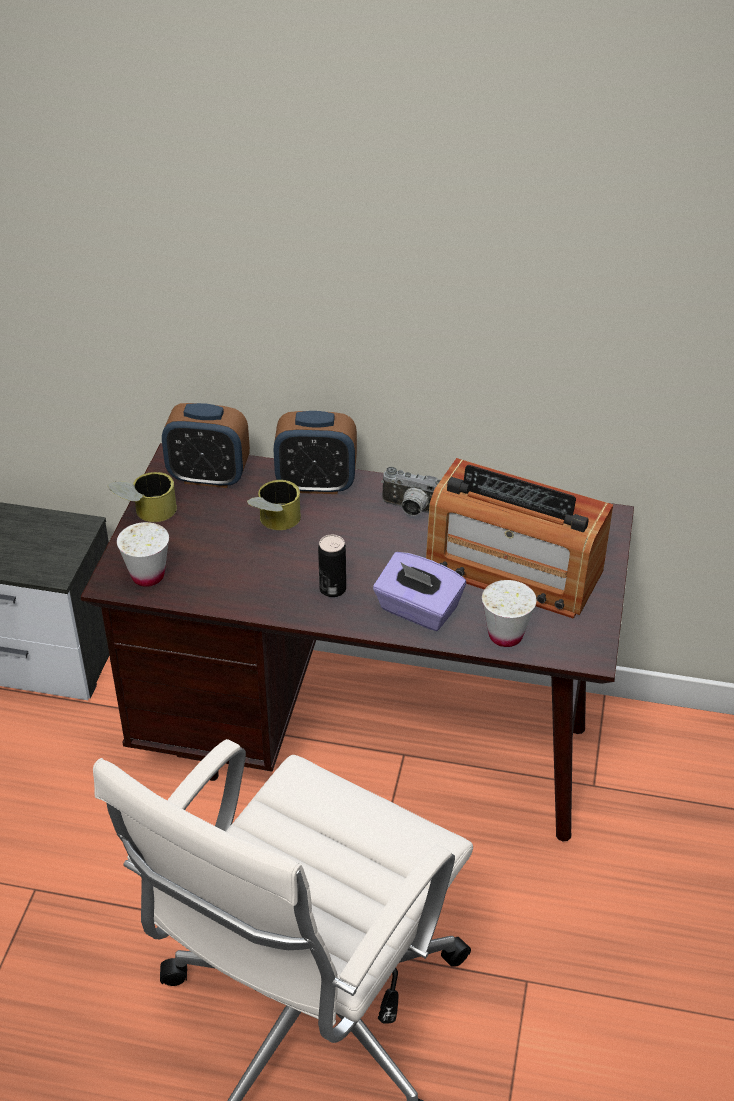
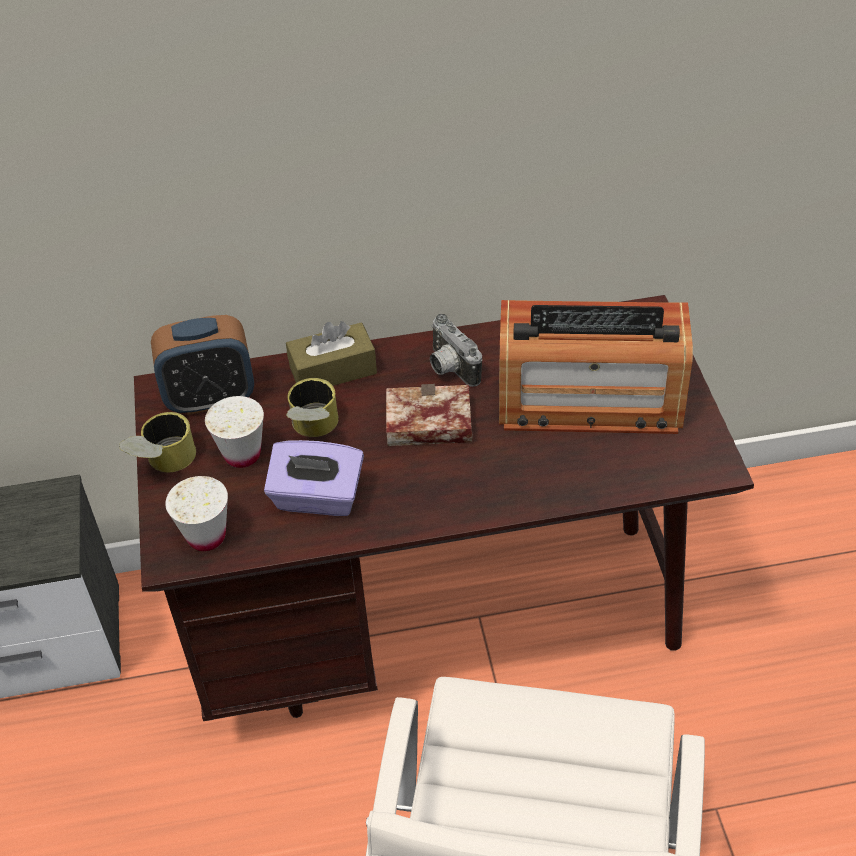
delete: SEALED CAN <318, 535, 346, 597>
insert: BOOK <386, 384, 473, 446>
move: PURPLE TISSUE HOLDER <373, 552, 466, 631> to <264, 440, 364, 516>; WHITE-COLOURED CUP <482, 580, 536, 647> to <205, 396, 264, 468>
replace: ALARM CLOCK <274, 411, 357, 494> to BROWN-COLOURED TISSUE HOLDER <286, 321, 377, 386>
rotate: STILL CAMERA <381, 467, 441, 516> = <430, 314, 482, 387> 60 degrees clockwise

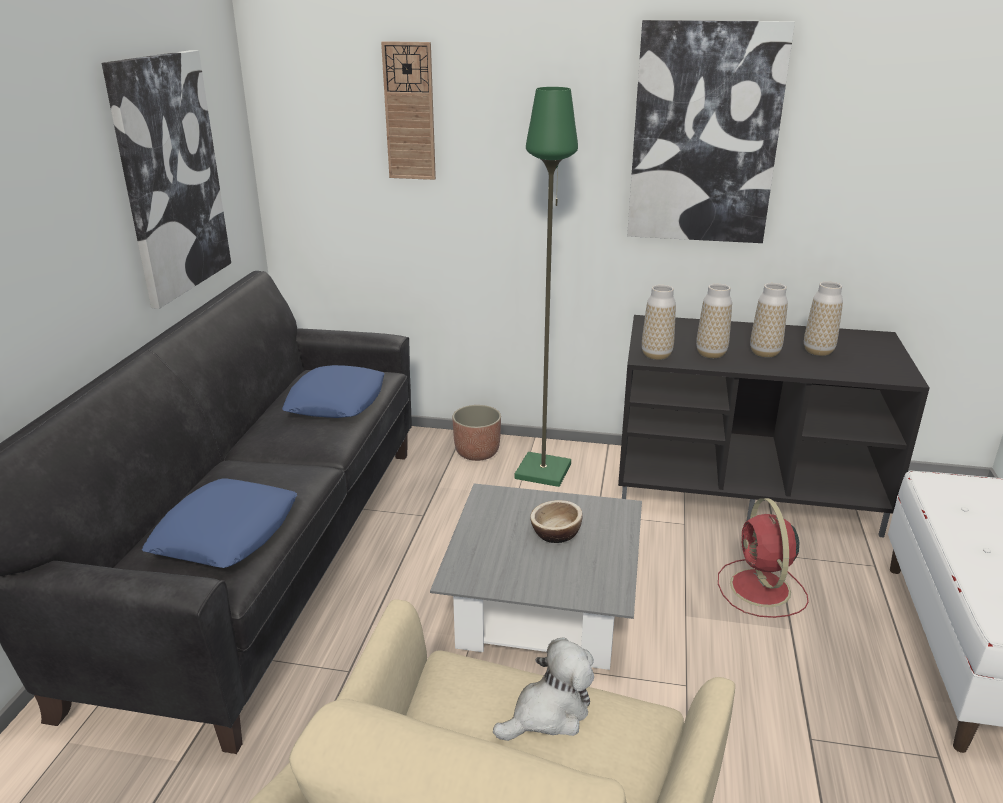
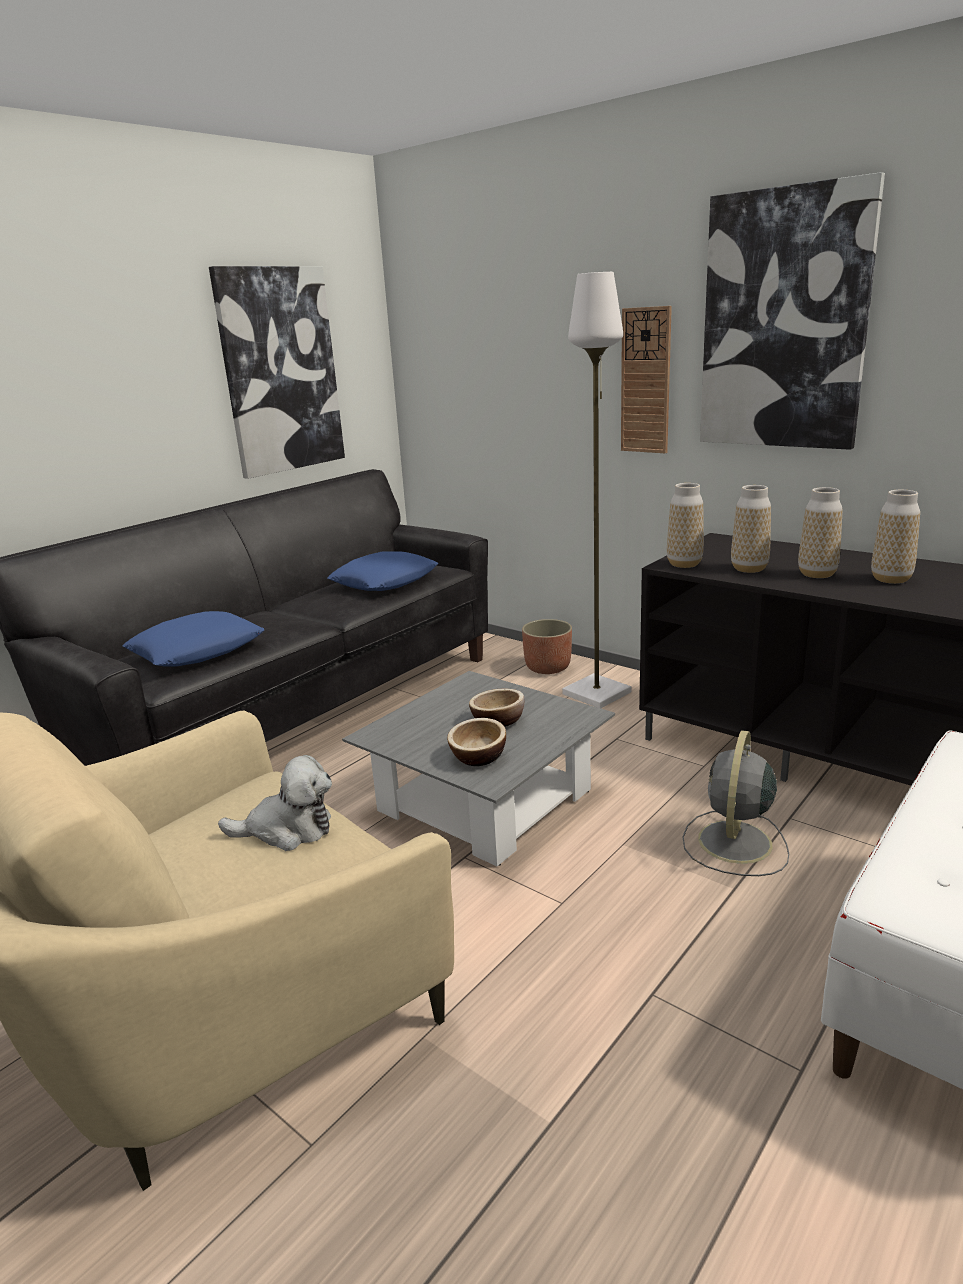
insert: DEEP DISH <447, 718, 506, 766>
move: HANGING CLOCK <381, 41, 436, 180> to <621, 306, 672, 453>
recolor: GREEN-COLOURED FLOOR LAMP <515, 87, 578, 487> to WHITE-COLOURED FLOOR LAMP <562, 272, 632, 708>; RED COOLING FAN <718, 498, 809, 618> to GREYISH COOLING FAN <683, 730, 789, 876>

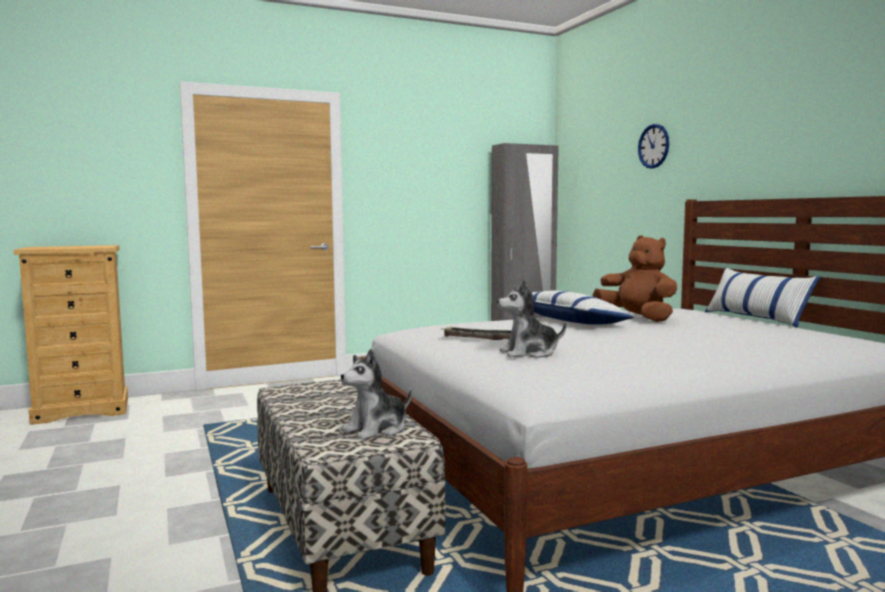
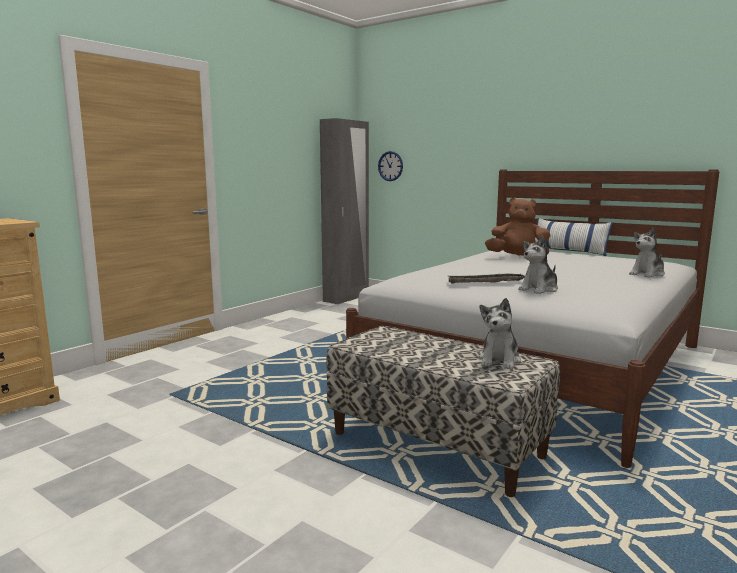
delete: THROW PILLOW <532, 291, 634, 325>
insert: PLUSH TOY <629, 228, 665, 278>
move: HANGING CLOCK <638, 124, 669, 169> to <378, 151, 403, 181>

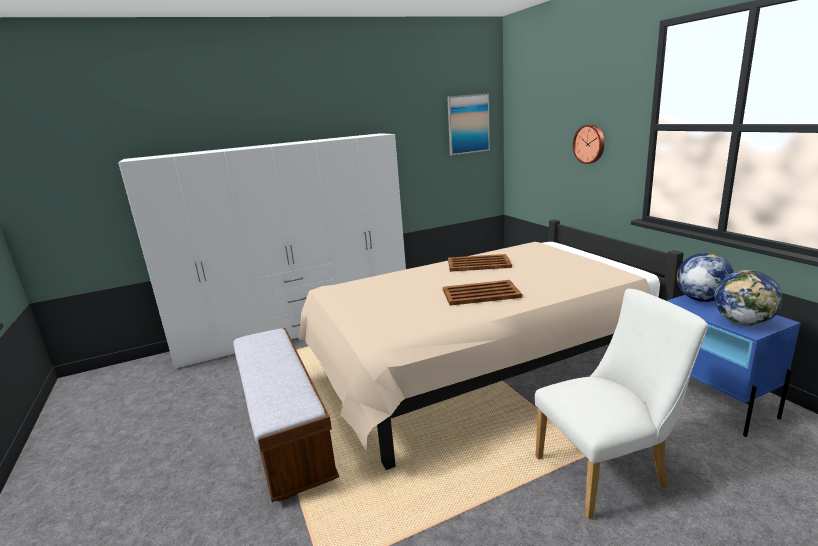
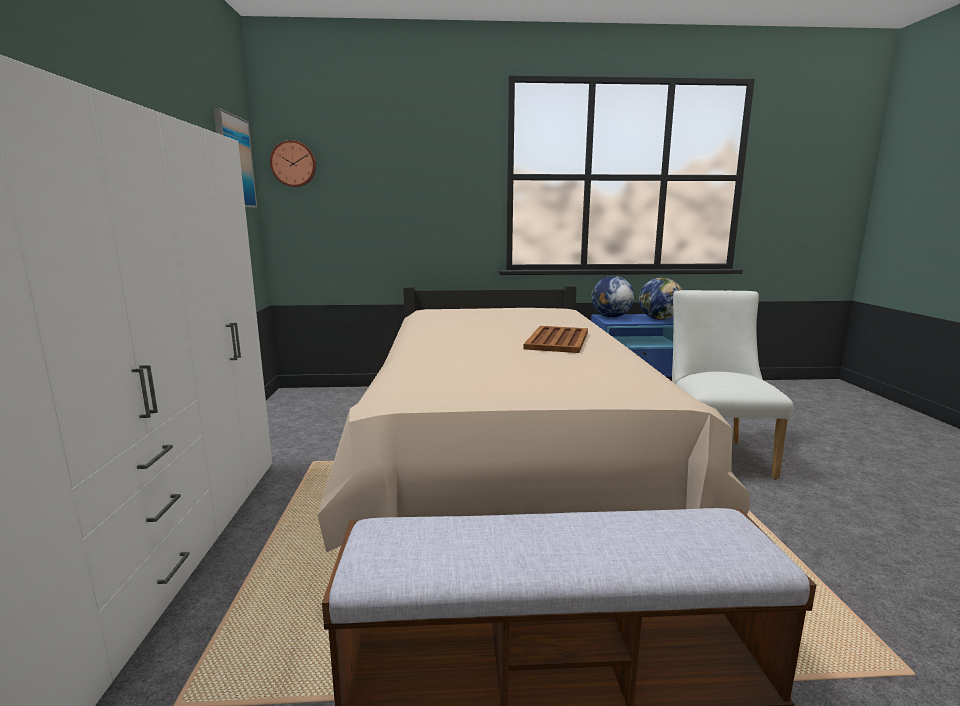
delete: BROWN-COLOURED CARRYING TRAY <448, 254, 512, 272>
move: HANGING CLOCK <573, 124, 605, 164> to <270, 140, 316, 187>

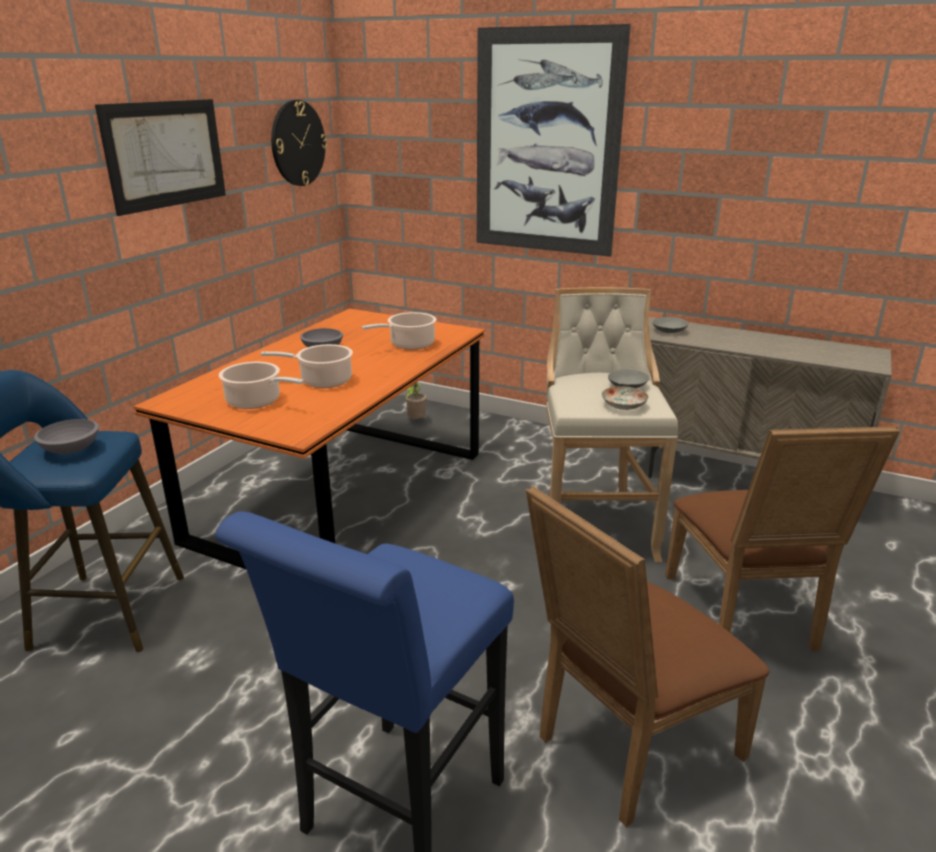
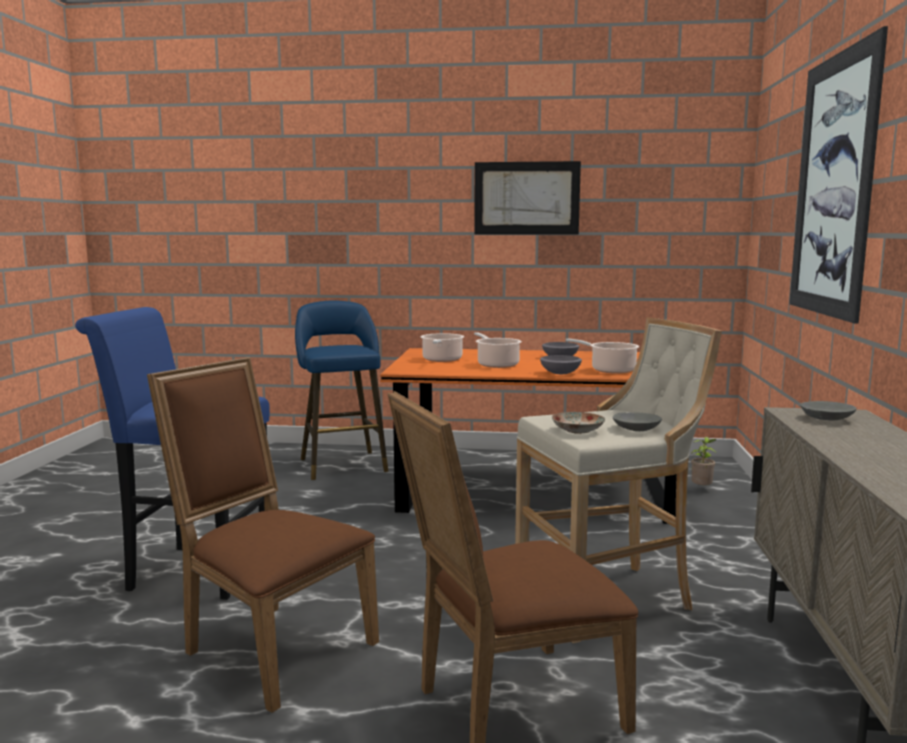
delete: HANGING CLOCK <271, 100, 327, 186>
move: GREYISH DEEP DISH <34, 419, 99, 454> to <540, 355, 582, 374>

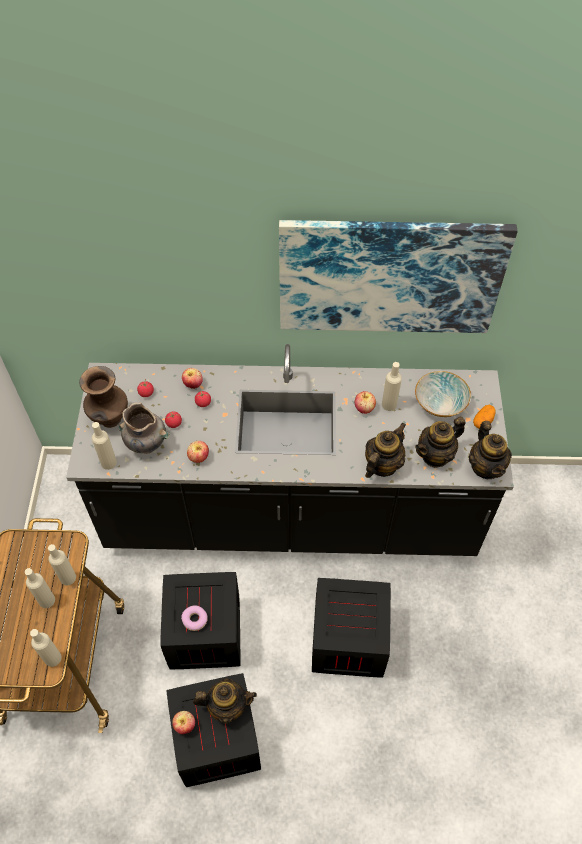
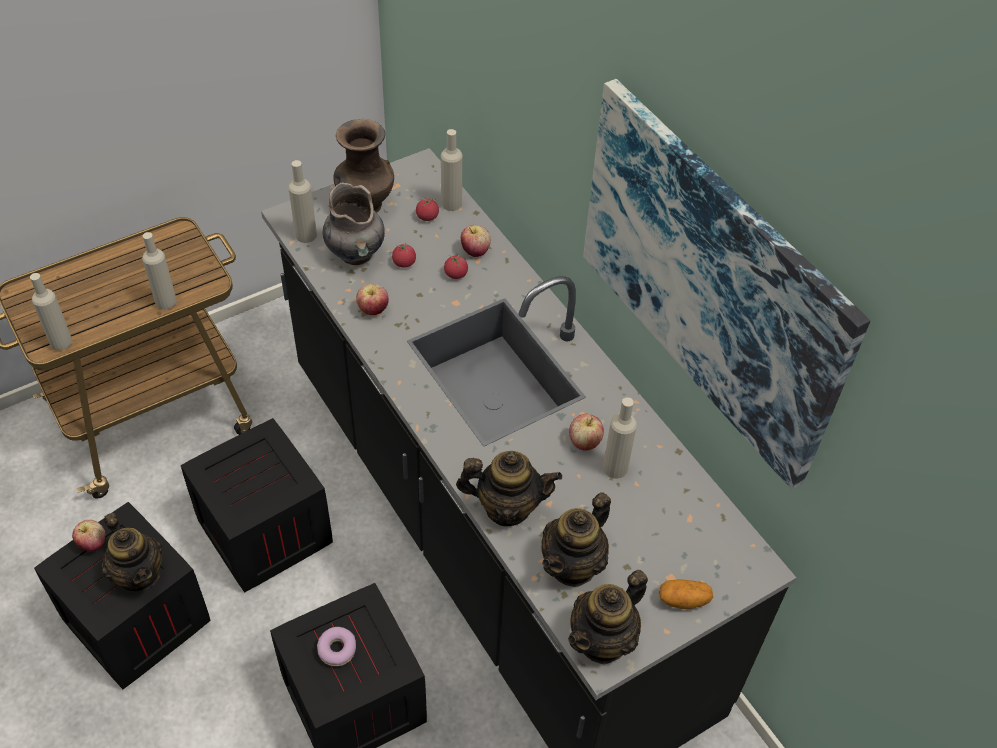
delete: DEEP DISH <415, 371, 471, 417>
move: BEIGE-COLOURED BOTTLE <25, 568, 55, 608> to <441, 129, 462, 211>; DOUGHNUT <181, 605, 208, 631> to <317, 627, 356, 666>
rotate: TEA POT <415, 417, 466, 468> = <541, 493, 611, 587> 75 degrees counterclockwise

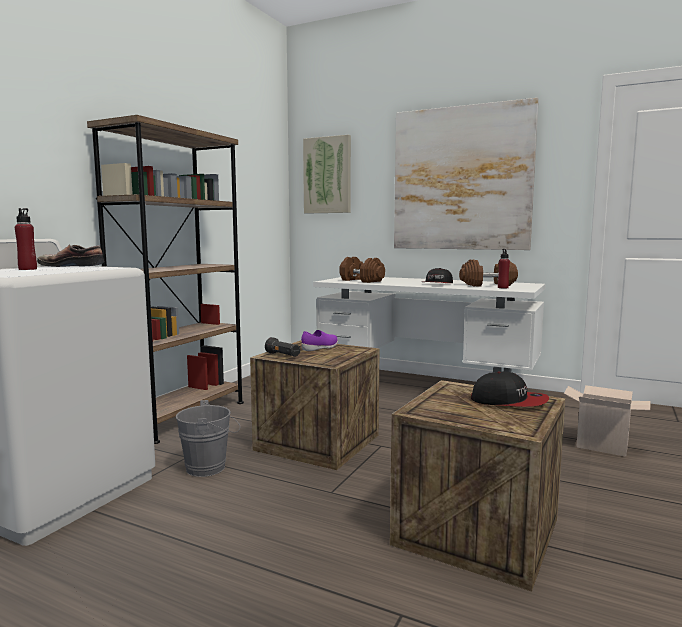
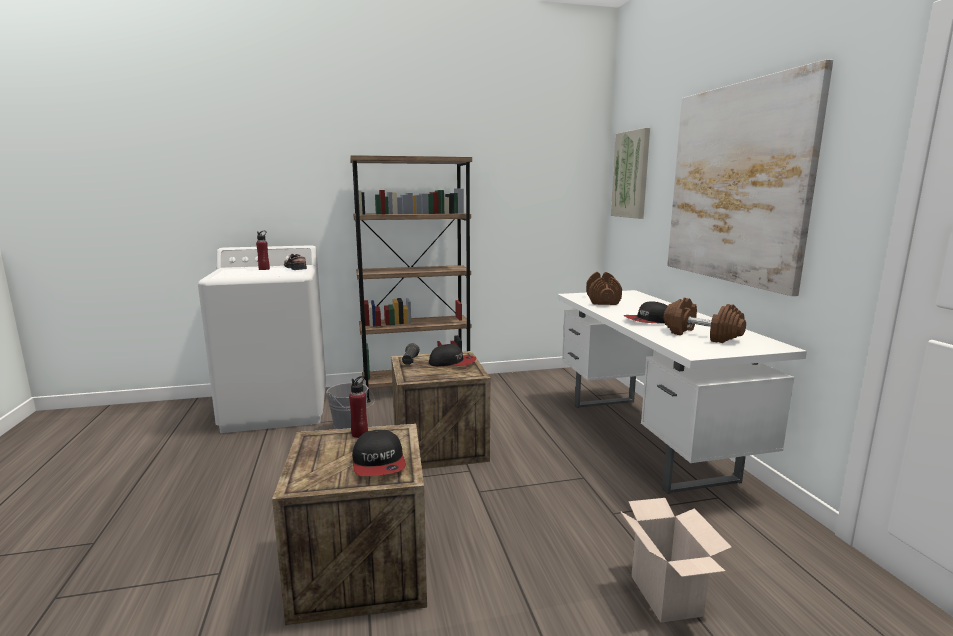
move: RED BOTTLE <498, 249, 510, 288> to <349, 376, 368, 438>
replace: PURPLE LOW SHOE <301, 330, 338, 351> to BASEBALL CAP <429, 344, 476, 366>

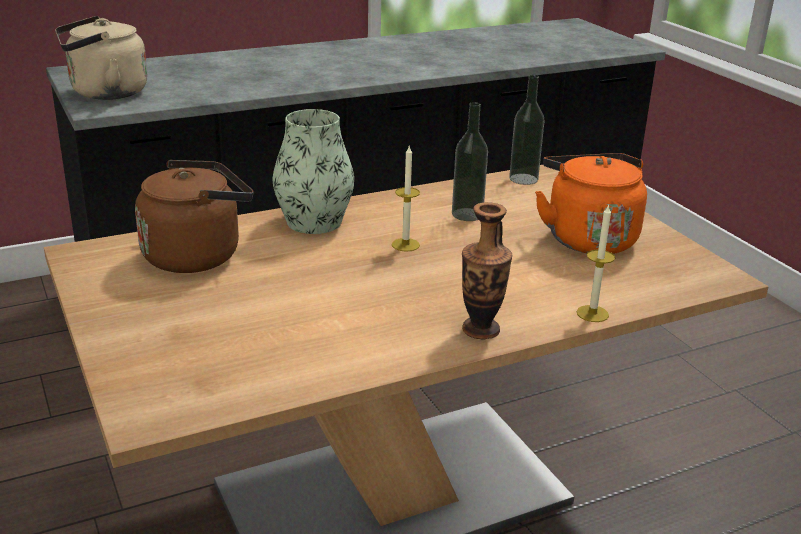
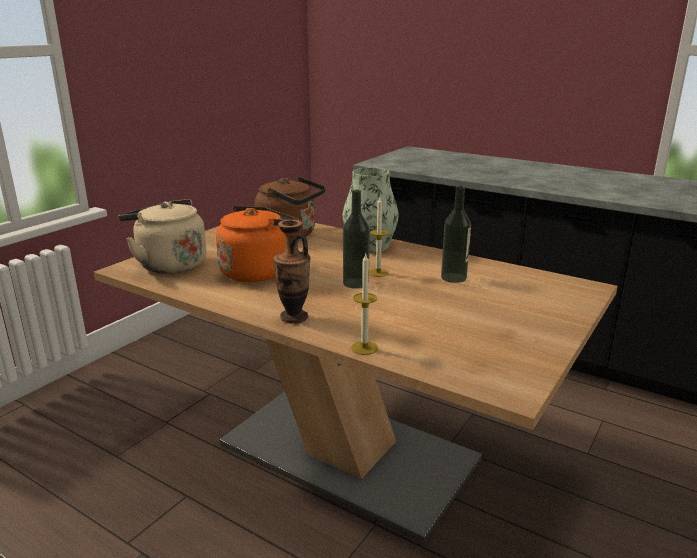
move: BEIGE-COLOURED KETTLE <55, 16, 148, 100> to <118, 199, 207, 274>; BOTTLE <509, 75, 544, 185> to <343, 190, 370, 289>; ORANGE-COLOURED KETTLE <535, 153, 647, 254> to <216, 206, 301, 282>

